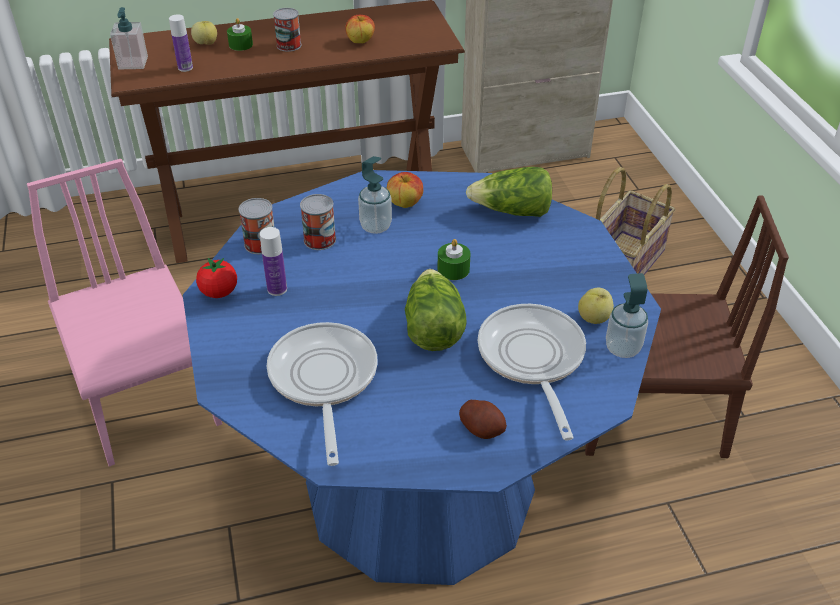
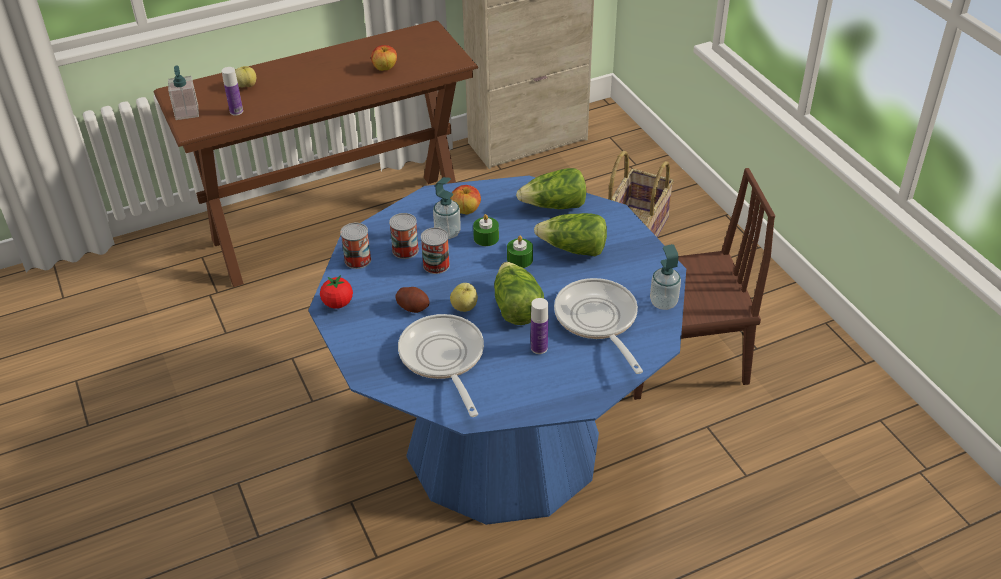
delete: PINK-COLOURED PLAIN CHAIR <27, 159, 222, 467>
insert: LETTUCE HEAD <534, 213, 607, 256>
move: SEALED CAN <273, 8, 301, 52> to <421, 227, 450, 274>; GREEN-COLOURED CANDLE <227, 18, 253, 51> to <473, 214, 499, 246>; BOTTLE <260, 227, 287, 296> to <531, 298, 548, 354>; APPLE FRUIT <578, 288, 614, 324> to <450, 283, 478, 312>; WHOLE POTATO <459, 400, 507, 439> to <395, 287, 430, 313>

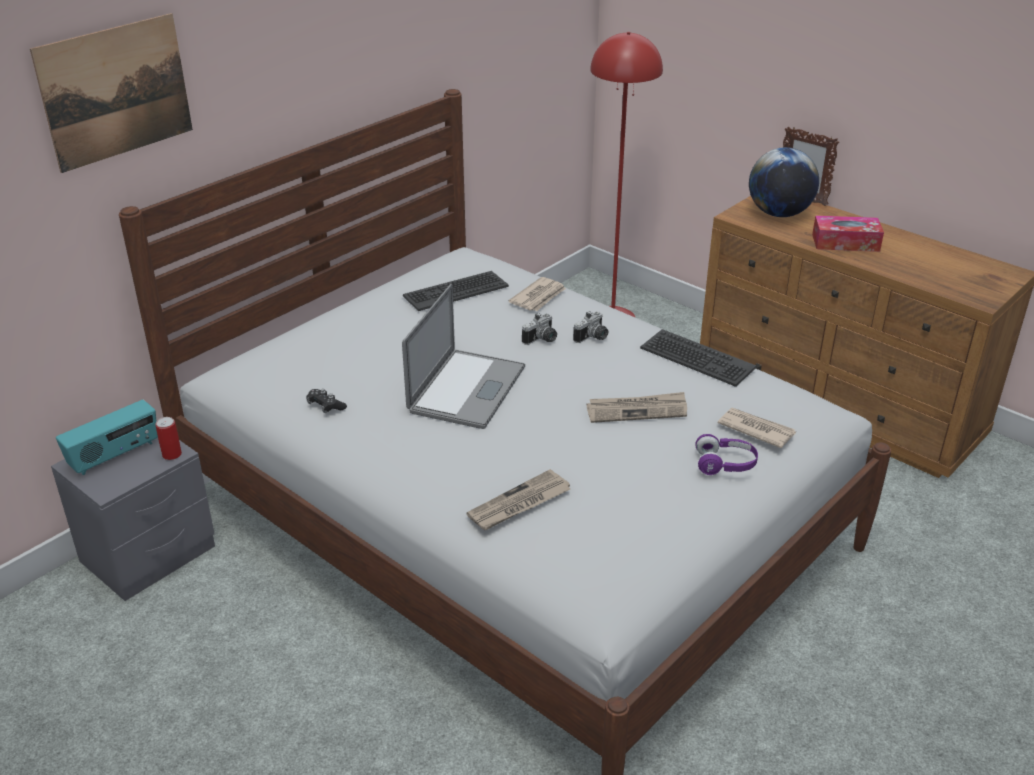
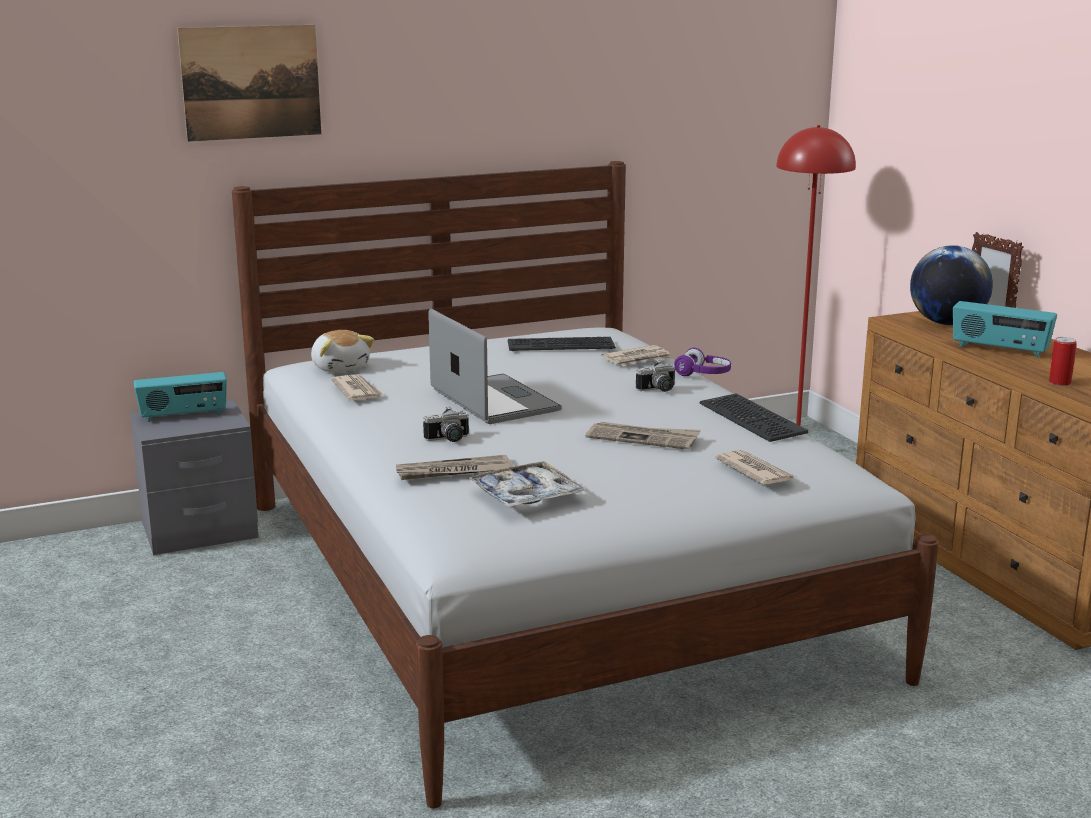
insert: PLUSH TOY <311, 330, 374, 372>; CARRYING TRAY <468, 461, 585, 508>
move: STILL CAMERA <522, 313, 557, 345> to <423, 407, 469, 442>; SEALED CAN <155, 417, 182, 460> to <1049, 337, 1077, 386>; PURPLE HEADSET <695, 434, 758, 475> to <674, 348, 731, 376>
replace: TISSUE HOLDER <812, 215, 884, 252> to RADIO SET <953, 301, 1057, 358>; BLACK-COLOURED GAMEPAD <306, 389, 347, 413> to PRINTED PAPER <331, 374, 384, 400>
rotate: NOTEBOOK COMPUTER <402, 284, 525, 429> = <428, 309, 562, 424> 75 degrees counterclockwise

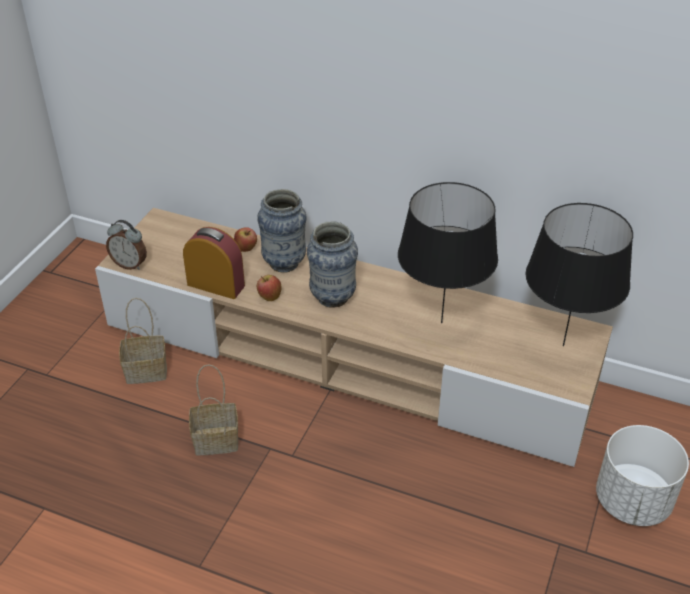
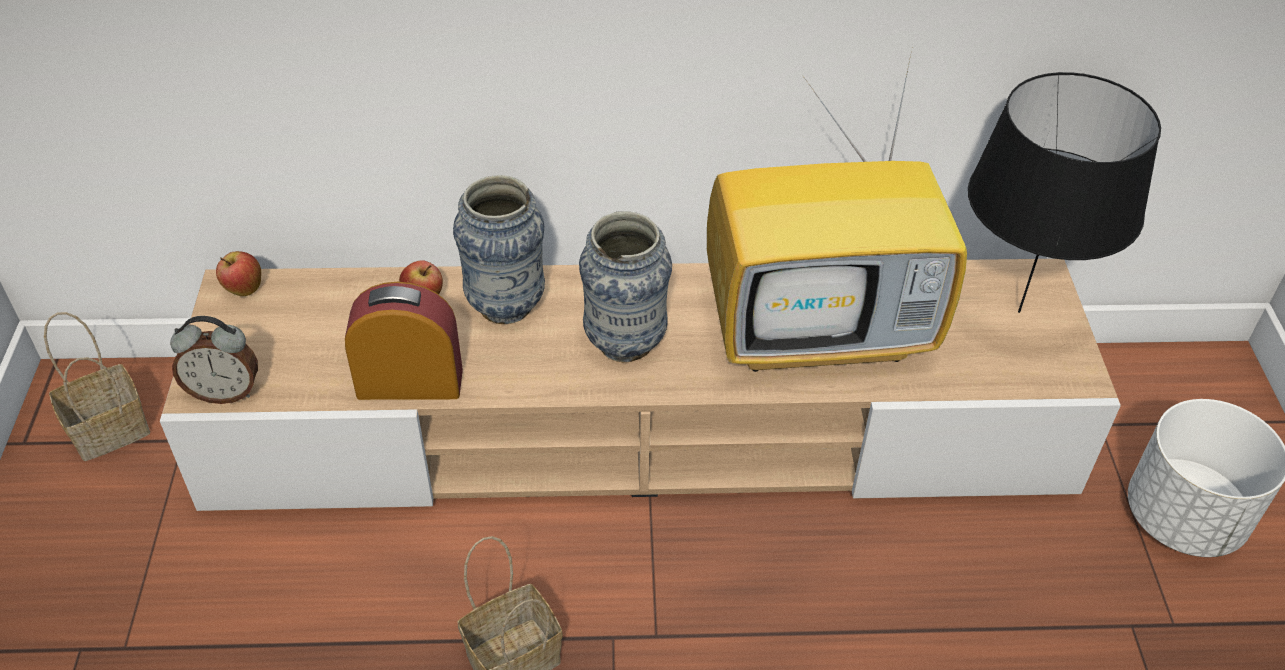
move: APPLE FRUIT <257, 275, 282, 301> to <216, 251, 261, 296>; BASKET <119, 298, 167, 384> to <44, 312, 150, 461>
replace: BLACK-COLOURED TABLETOP LAMP <398, 182, 498, 323> to TV <707, 46, 967, 372>

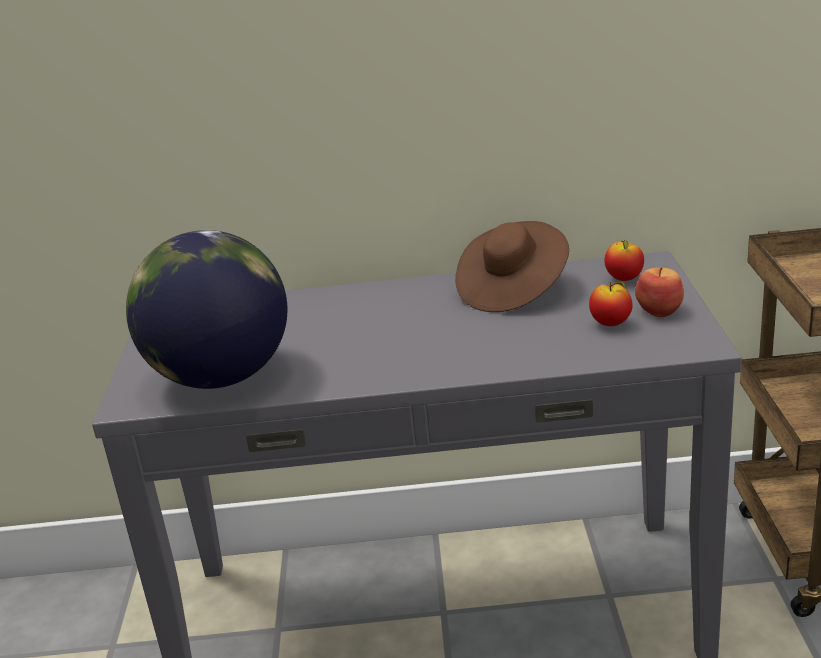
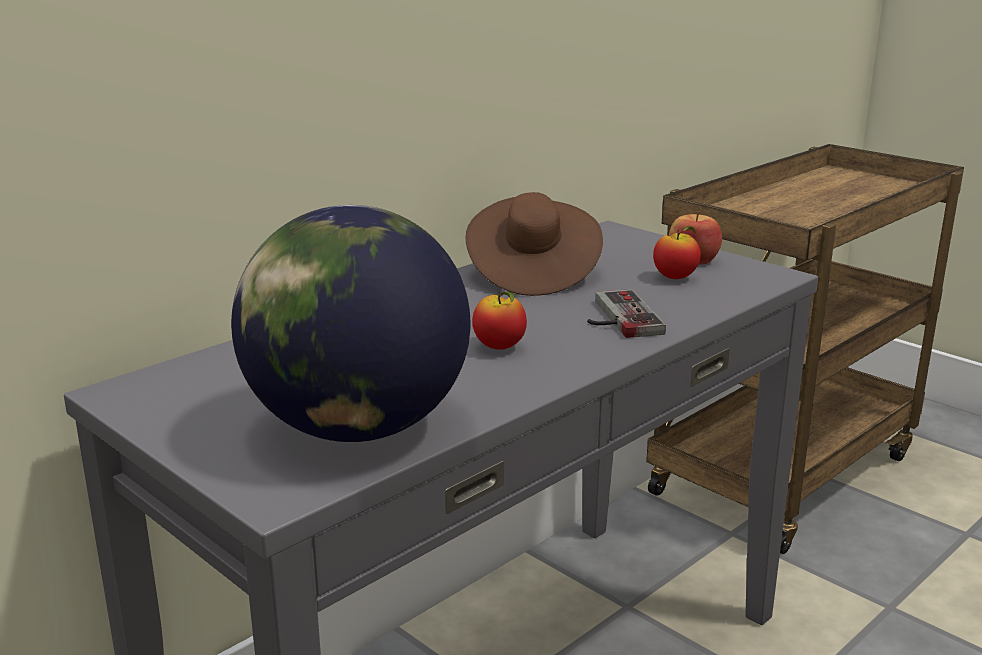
insert: GAMEPAD <587, 289, 666, 338>
move: APPLE FRUIT <604, 240, 644, 281> to <472, 291, 527, 350>

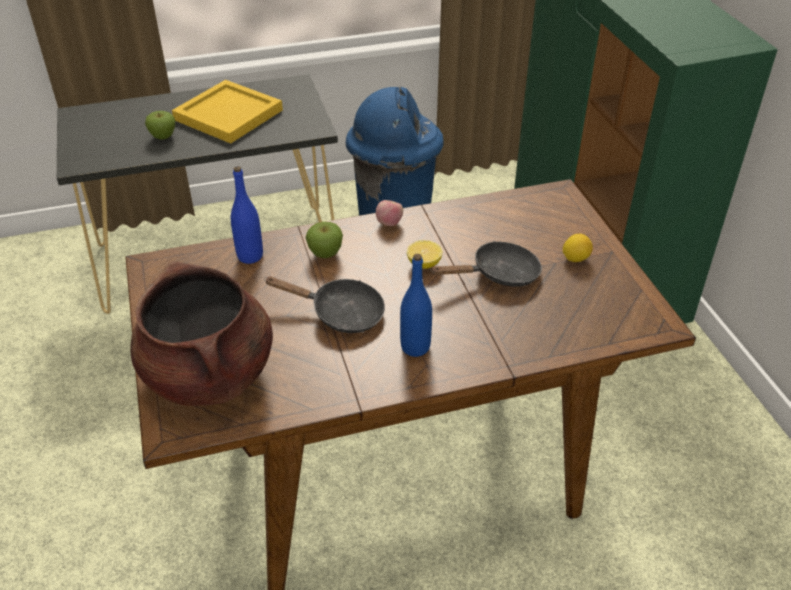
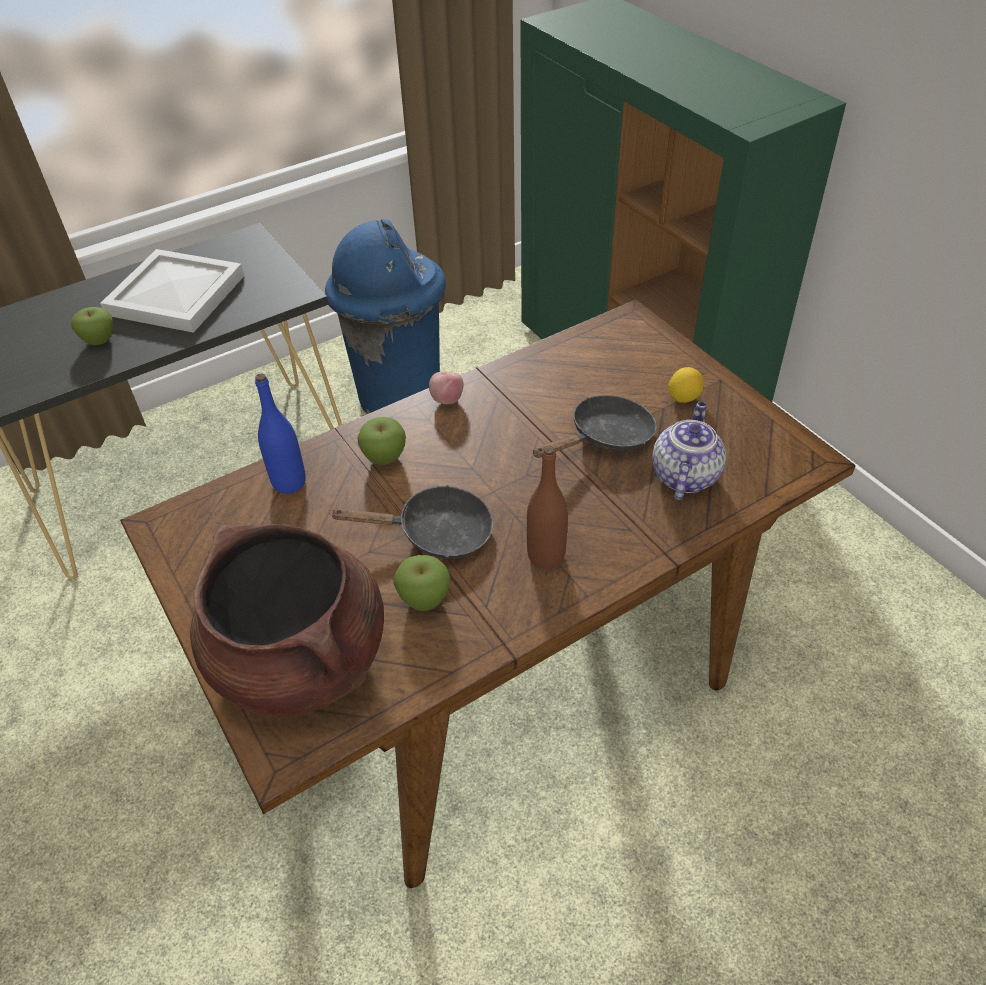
delete: LEMON <407, 240, 442, 269>
insert: TEA POT <652, 402, 726, 500>; APPLE FRUIT <394, 555, 451, 611>
recolor: YELLOW CARRYING TRAY <172, 80, 283, 144> to WHITE-COLOURED CARRYING TRAY <100, 249, 244, 333>; BLUE-COLOURED BOTTLE <400, 254, 432, 357> to BROWN-COLOURED BOTTLE <527, 445, 568, 569>

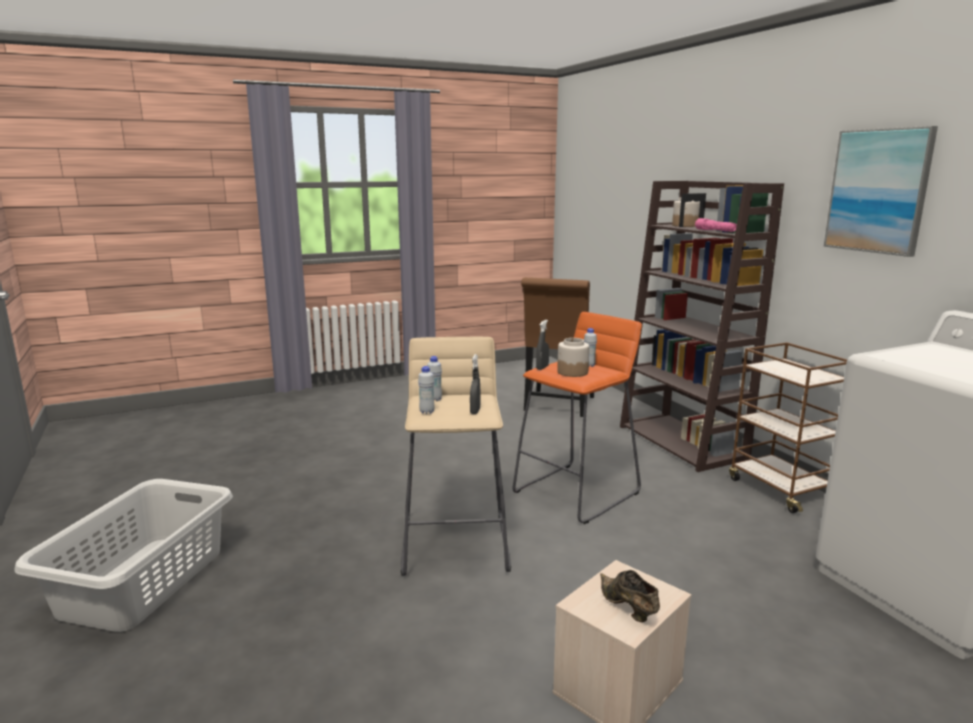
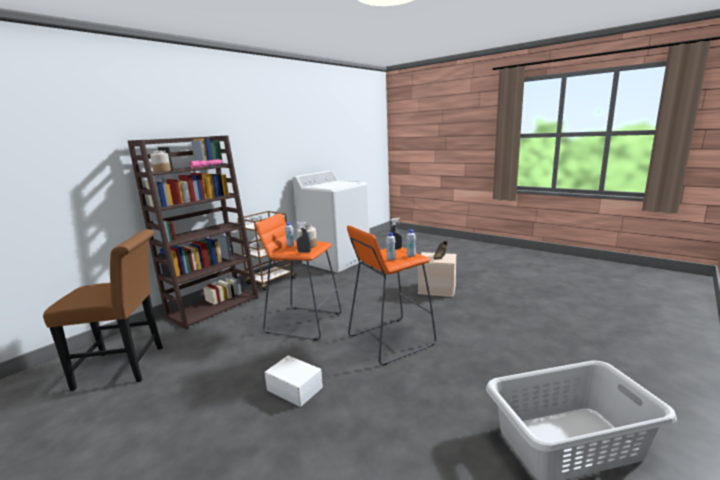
delete: WALL PICTURE <824, 126, 938, 257>
insert: WHITE-COLOURED STORAGE CONTAINER <265, 356, 323, 407>
recolor: BEIGE-COLOURED STOOL <401, 337, 511, 576> to ORANGE-COLOURED STOOL <347, 226, 436, 365>

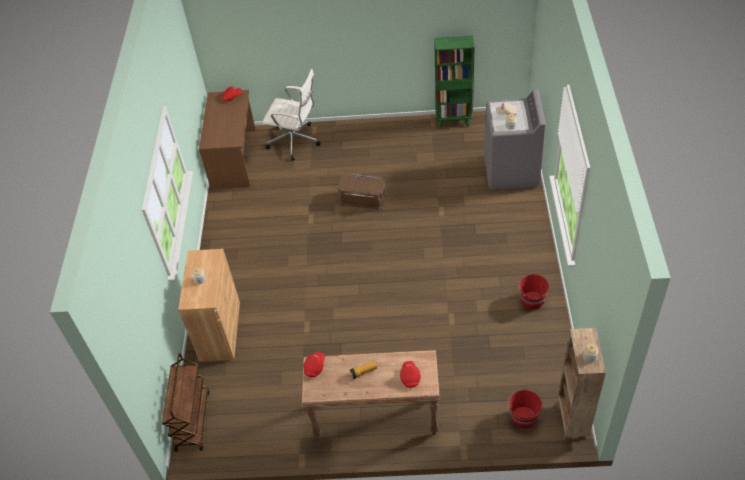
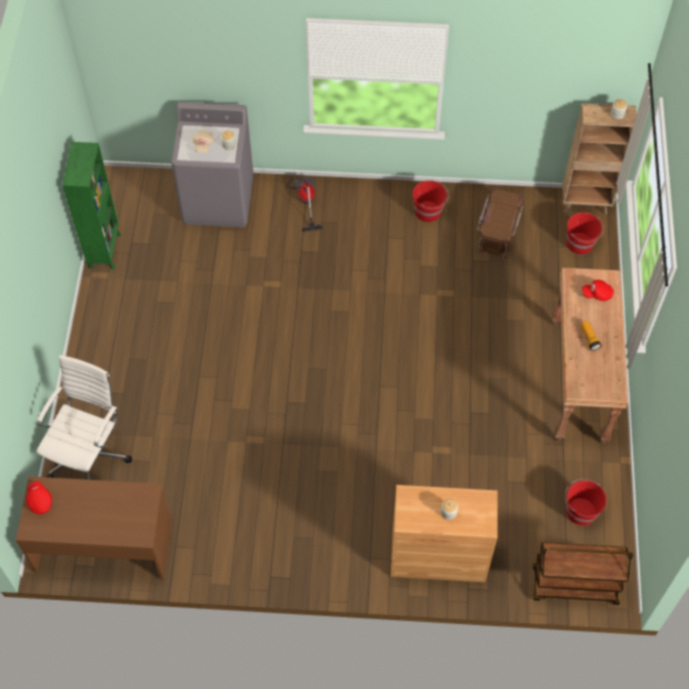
delete: RED BASEBALL CAP <304, 352, 325, 377>
insert: VACUUM <286, 176, 323, 232>; RED WATER BUCKET <565, 479, 607, 526>
move: BROWN-COLOURED STORAGE CONTAINER <338, 174, 388, 211> to <475, 189, 523, 259>

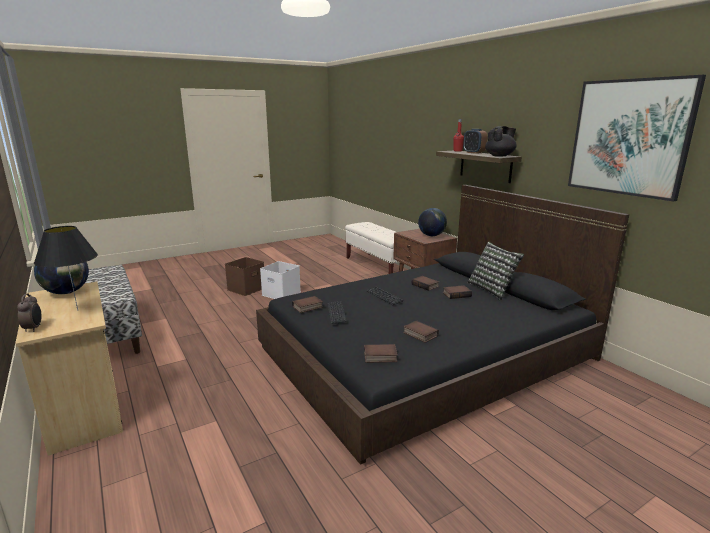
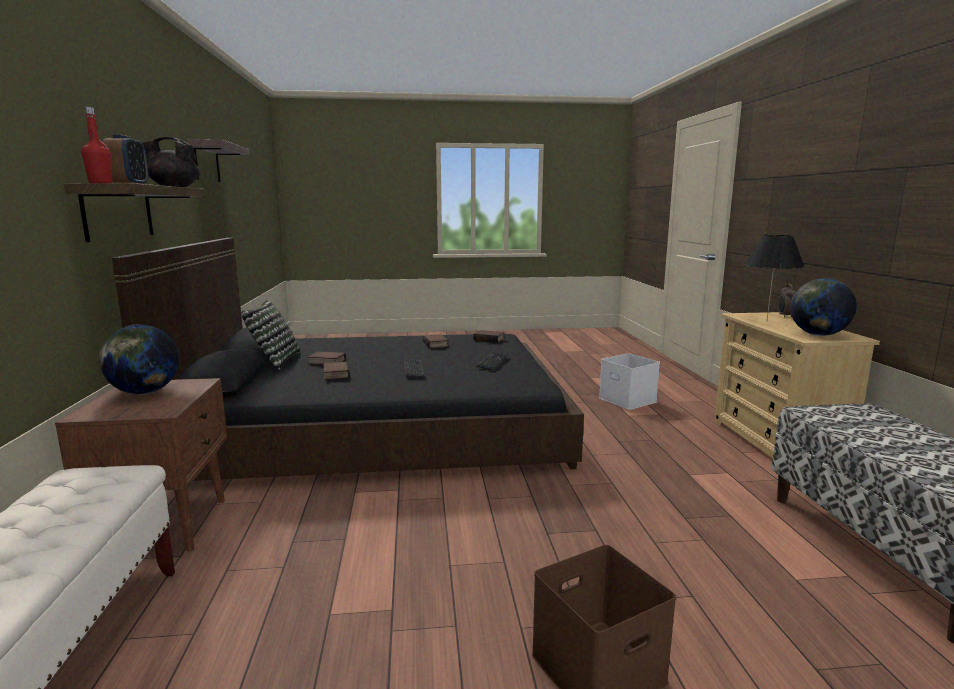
delete: BOOK <292, 296, 323, 313>
move: WHITE-COLOURED STORAGE CONTAINER <260, 261, 301, 299> to <599, 353, 660, 410>
replace: WALL PICTURE <568, 75, 706, 202> to SHELF <187, 139, 250, 182>

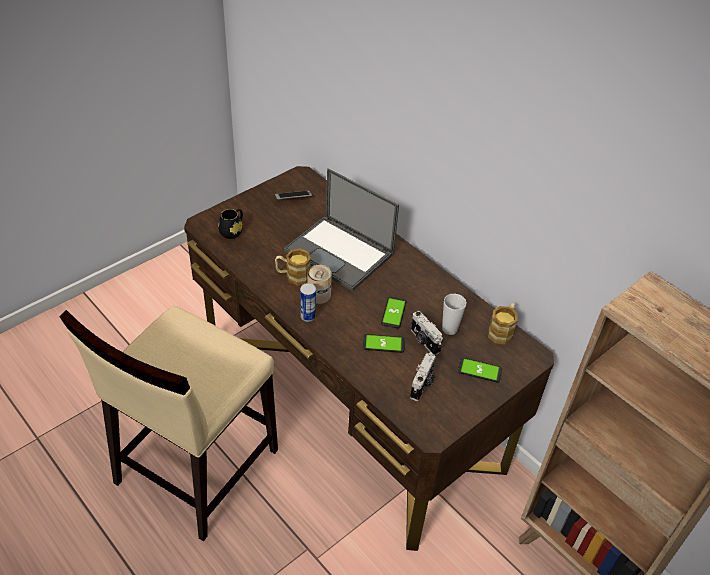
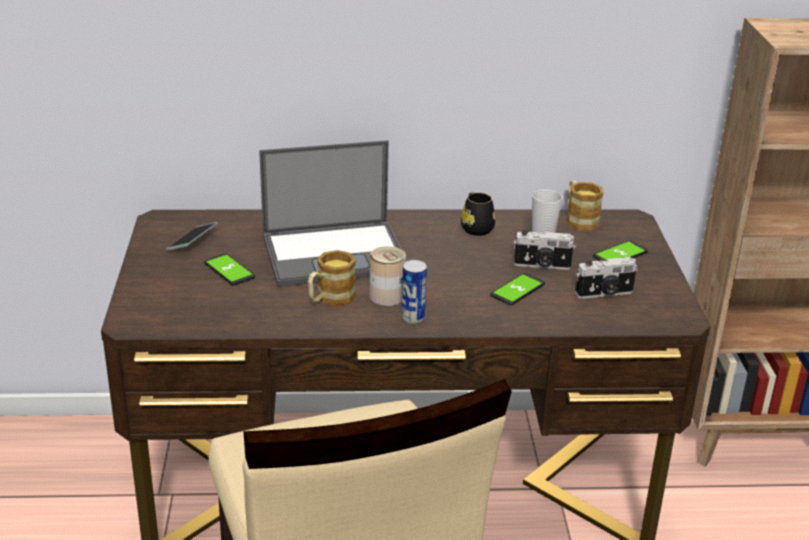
move: BLACK-COLOURED COFFEE MUG <218, 209, 243, 239> to <461, 192, 496, 236>; TELEPHONE <381, 297, 406, 328> to <204, 253, 255, 285>
rotate: STILL CAMERA <410, 352, 436, 401> = <575, 257, 638, 299> 105 degrees clockwise

